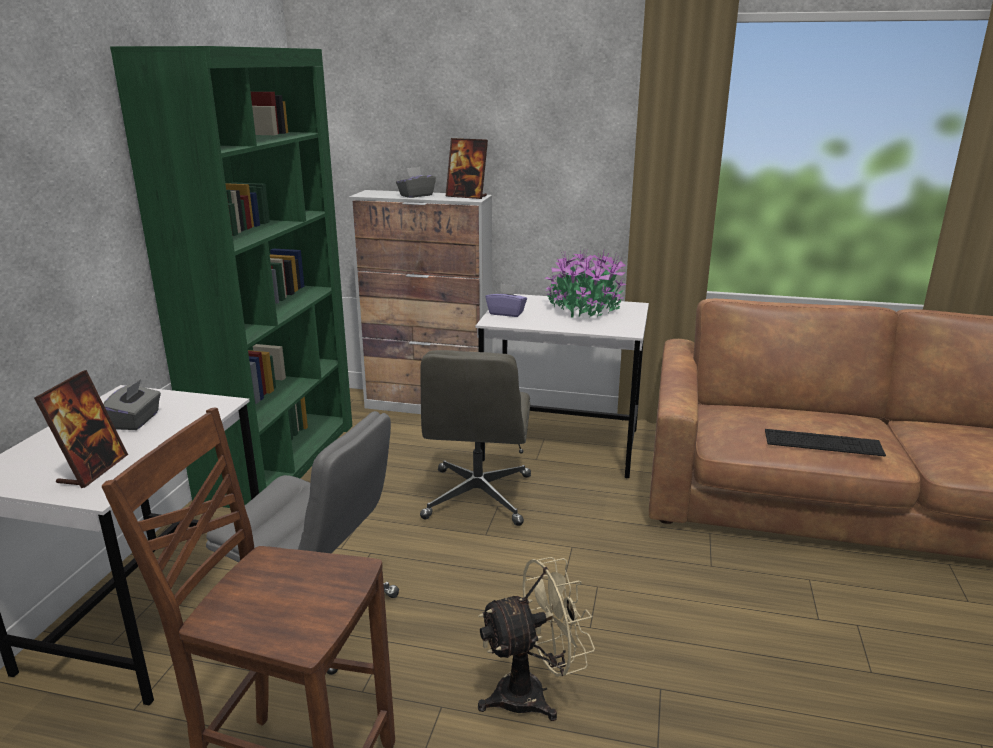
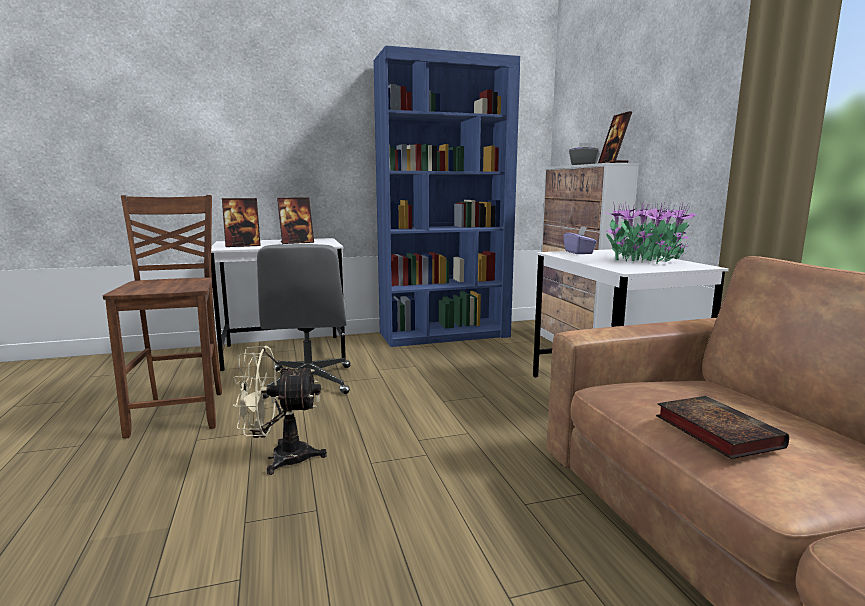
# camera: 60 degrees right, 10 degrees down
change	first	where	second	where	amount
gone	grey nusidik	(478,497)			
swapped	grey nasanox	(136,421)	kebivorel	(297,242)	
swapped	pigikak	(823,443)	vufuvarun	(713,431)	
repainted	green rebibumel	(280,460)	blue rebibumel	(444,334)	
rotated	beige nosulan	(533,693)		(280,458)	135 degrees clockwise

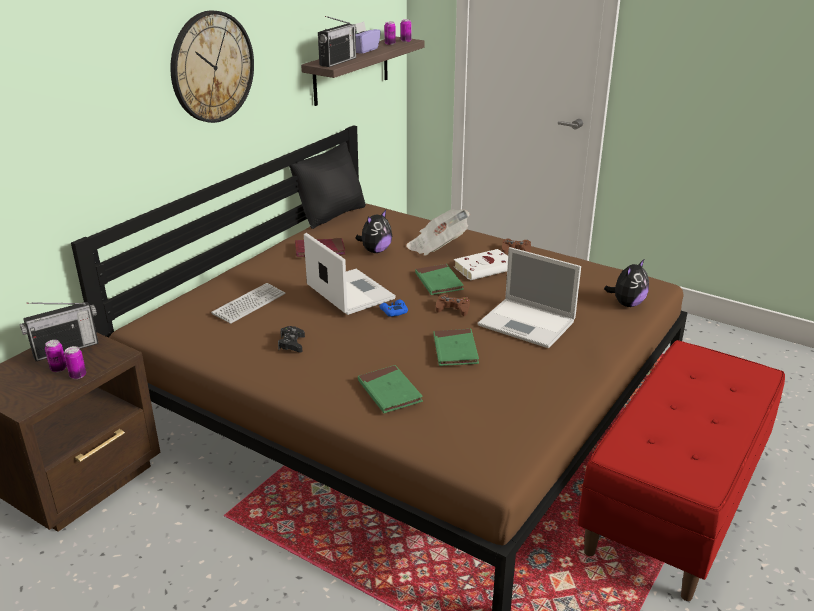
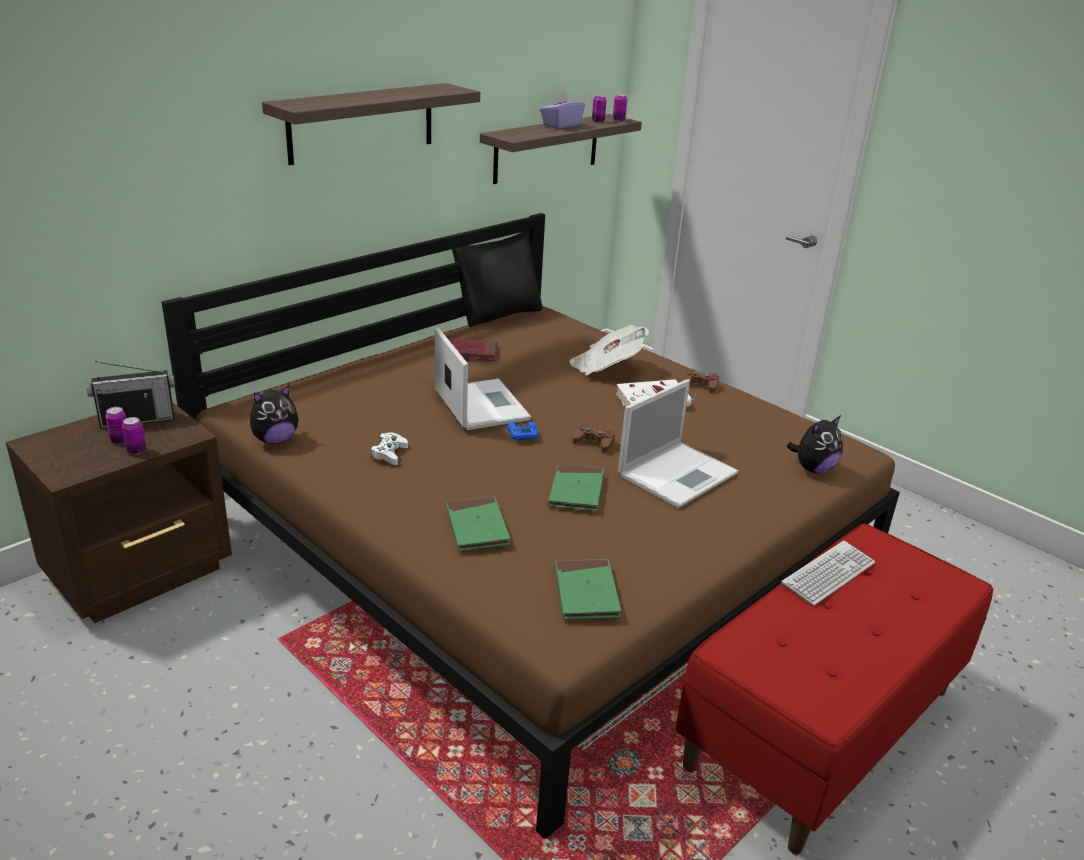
# camera: 10 degrees right, 0 degrees up
change	first	where	second	where	amount
gone	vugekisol	(338,62)			
shifted	pigikak	(249,304)		(828,574)	
shifted	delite	(375,251)		(275,440)	
shifted	green vufuvarun	(438,282)		(586,593)	
swapped	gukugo	(212,67)	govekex	(362,123)	
repainted	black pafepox	(291,344)	white pafepox	(389,453)	
rotated	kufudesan	(528,323)		(678,473)	90 degrees counterclockwise

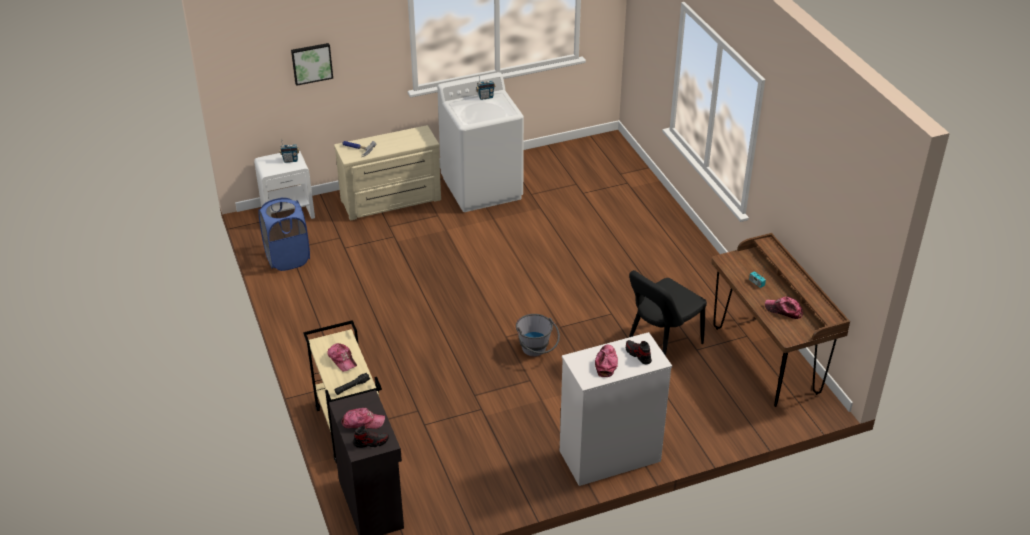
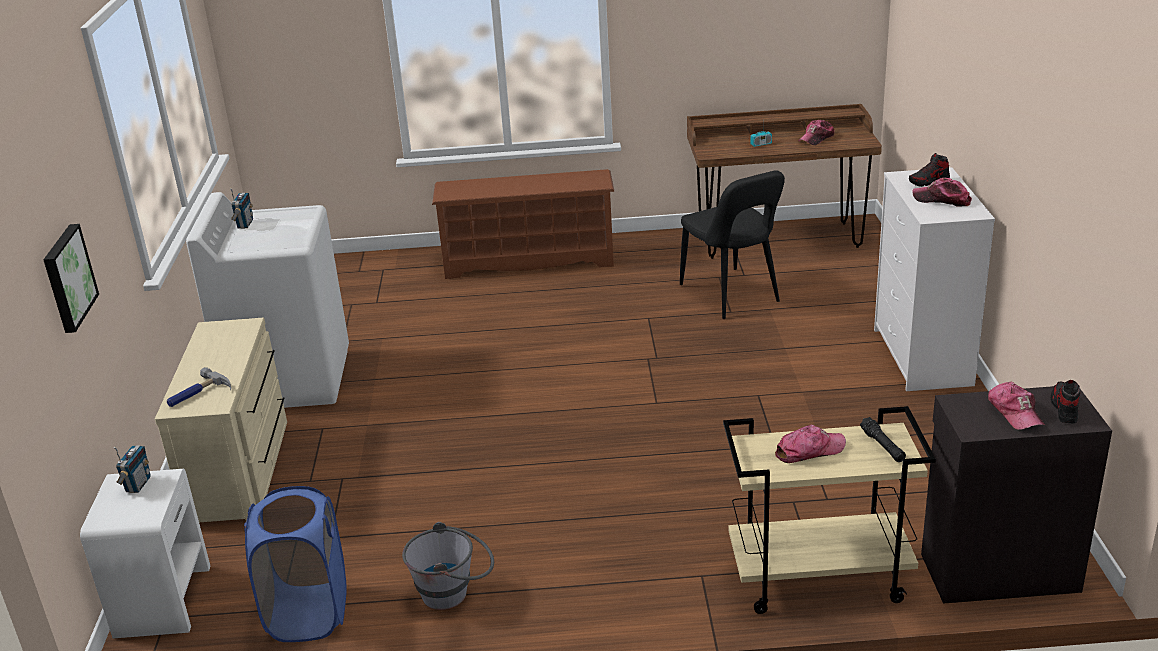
# camera: 70 degrees left, 10 degrees down
change	first	where	second	where	amount
new			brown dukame	(529,261)	
shifted	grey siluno	(536,351)		(454,592)	
rotated	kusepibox	(363,422)		(1015,412)	150 degrees clockwise

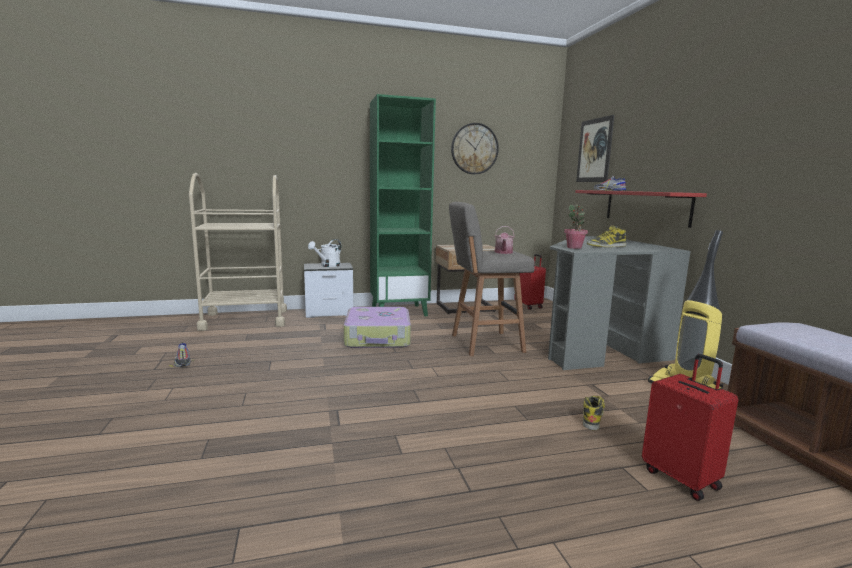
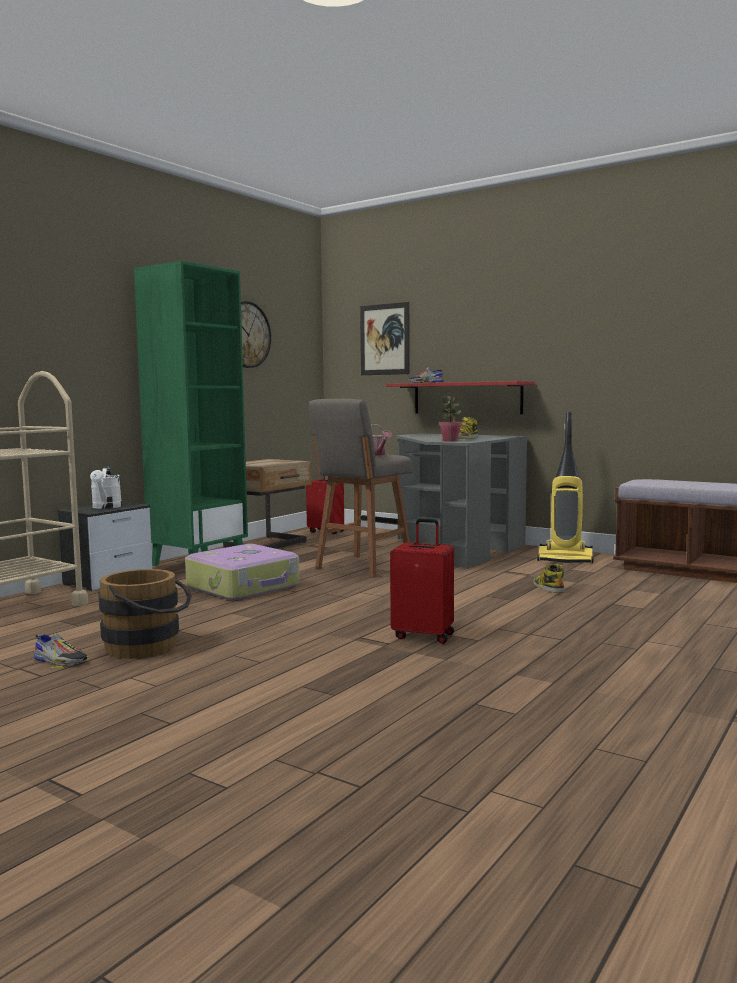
# camera: 40 degrees left, 5 degrees down
change	first	where	second	where	amount
new			brown siluno	(148,647)	
shifted	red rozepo	(681,478)		(424,635)	

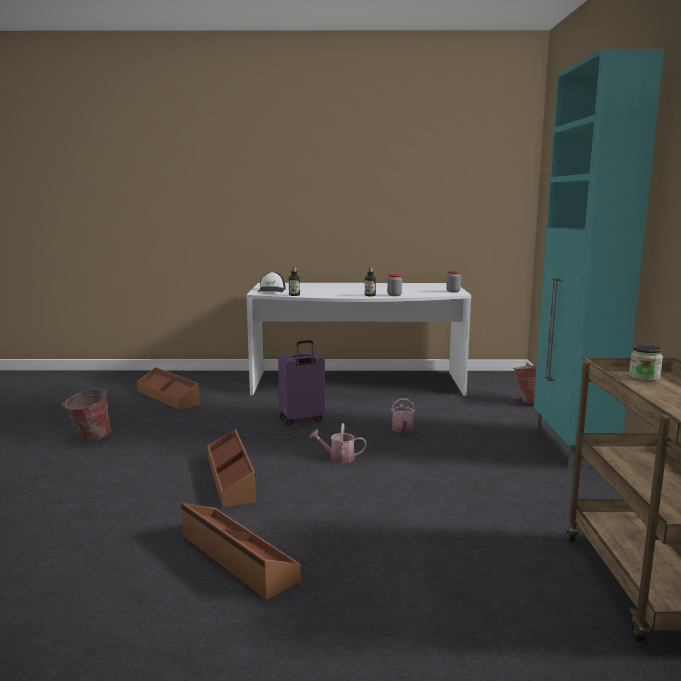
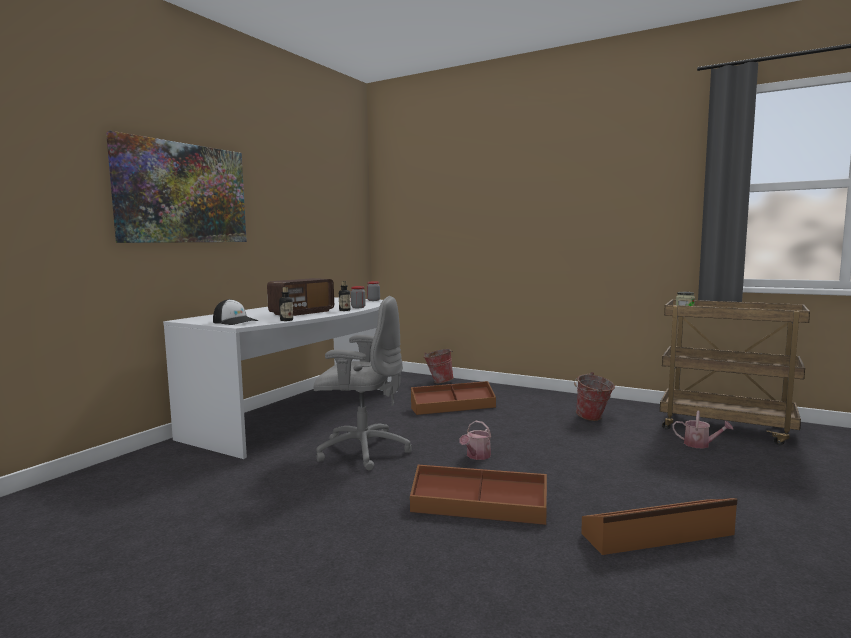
# camera: 60 degrees left, 5 degrees down
change	first	where	second	where	amount
gone	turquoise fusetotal	(572,448)			
new			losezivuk	(183,193)	
new			vugekisol	(302,312)	
shifted	siluno	(89,438)		(592,419)	
shifted	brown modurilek	(168,397)		(453,407)	
shifted	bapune	(403,430)		(700,444)	
swapped	purple rozepo	(301,419)	grey nusidik	(362,451)	

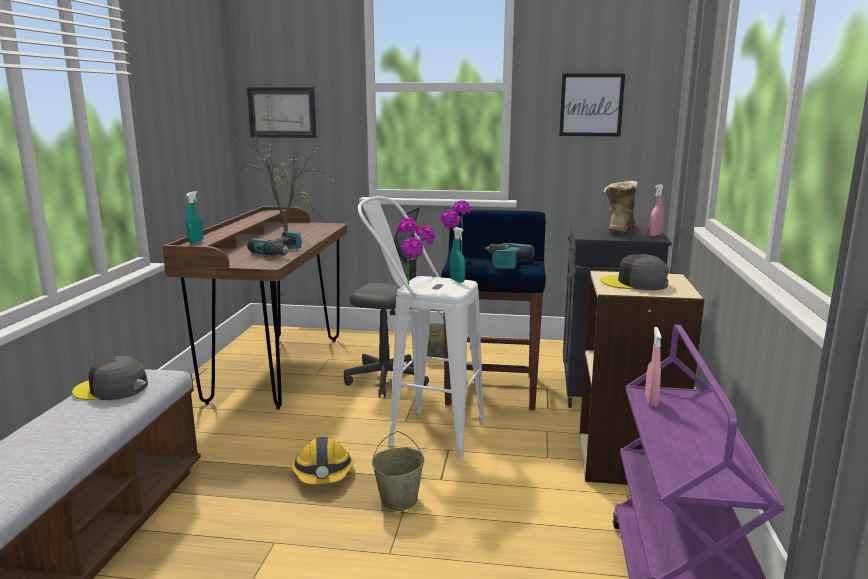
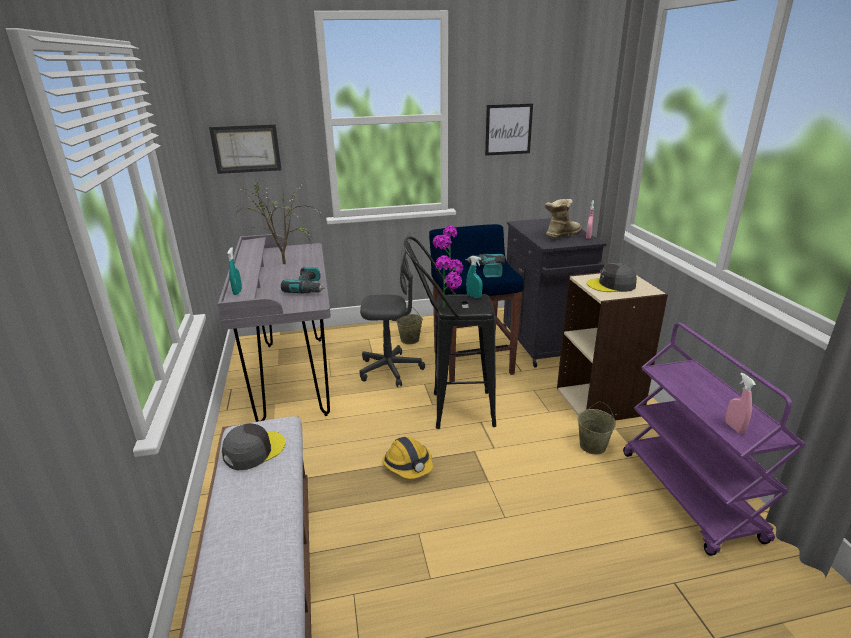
# camera: 20 degrees left, 10 degrees up
change	first	where	second	where	amount
shifted	beige siluno	(399,500)		(592,445)	
shifted	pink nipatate	(651,401)		(734,427)	
repainted	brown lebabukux	(276,369)	grey lebabukux	(293,377)	
repainted	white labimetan	(422,431)	black labimetan	(450,410)	
rotated	grey kusepibox	(111,389)		(254,450)	150 degrees clockwise
rotated	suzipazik	(619,230)		(560,235)	45 degrees clockwise

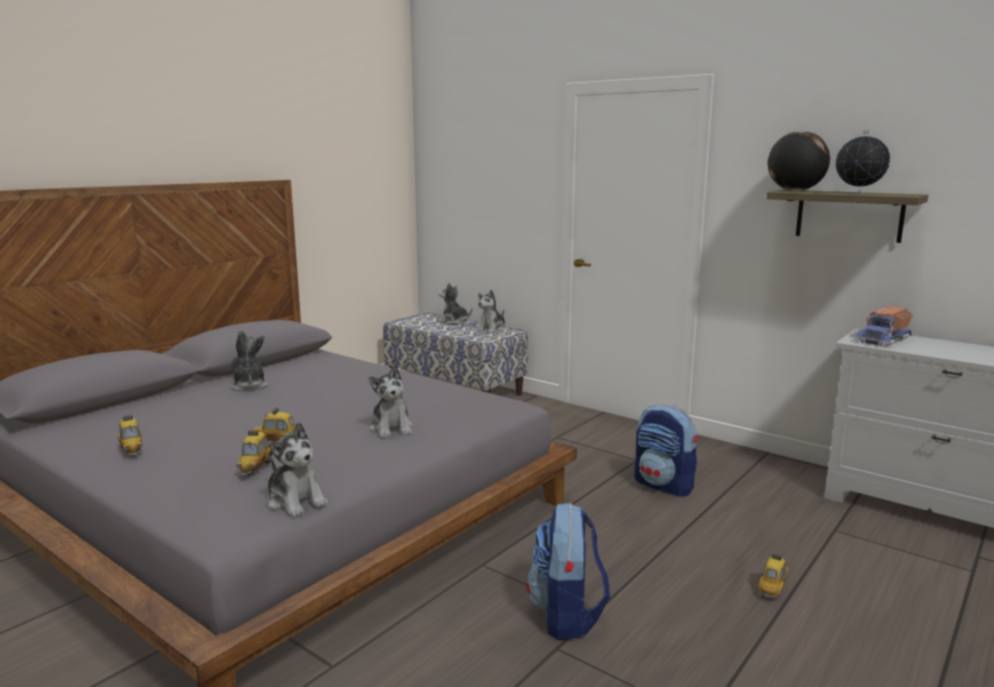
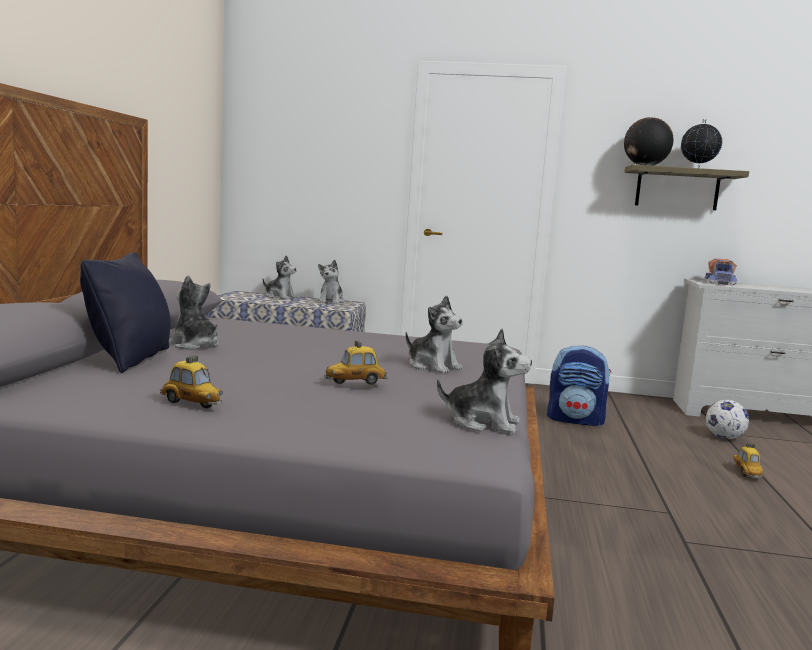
# camera: 30 degrees left, 5 degrees down
change	first	where	second	where	amount
gone	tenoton	(256,467)			
gone	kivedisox	(567,616)			
new			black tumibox	(131,359)	
new			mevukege	(724,438)	
rotated	delite	(454,321)		(280,297)	150 degrees counterclockwise

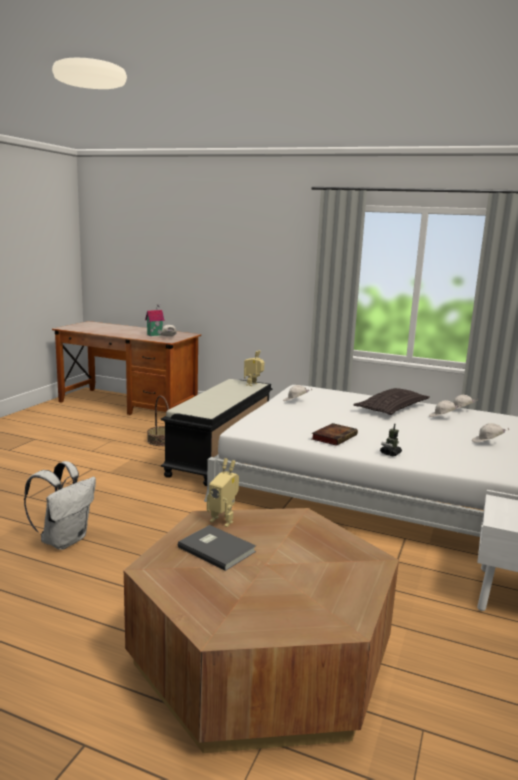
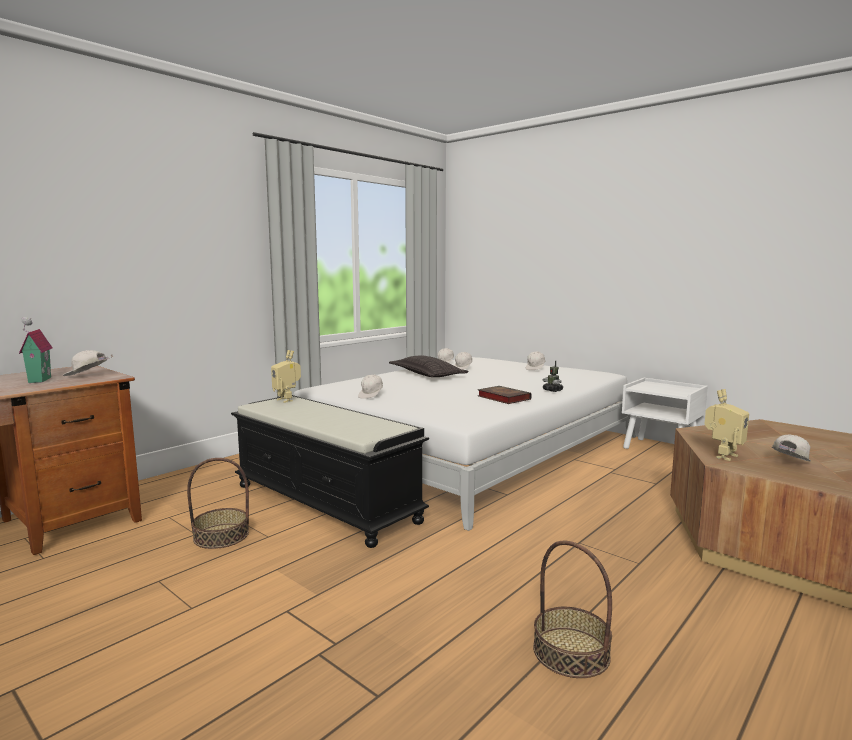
# camera: 70 degrees left, 5 degrees down
change	first	where	second	where	amount
swapped	white kivedisox	(64,540)	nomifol	(571,652)	
swapped	grey vufuvarun	(217,548)	white kusepibox	(789,463)	

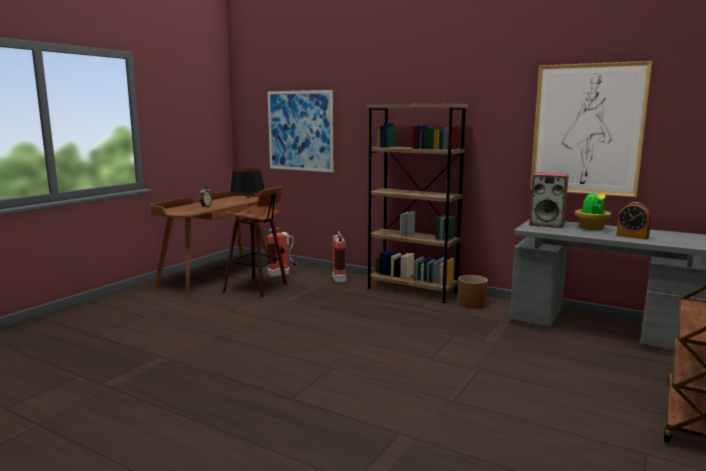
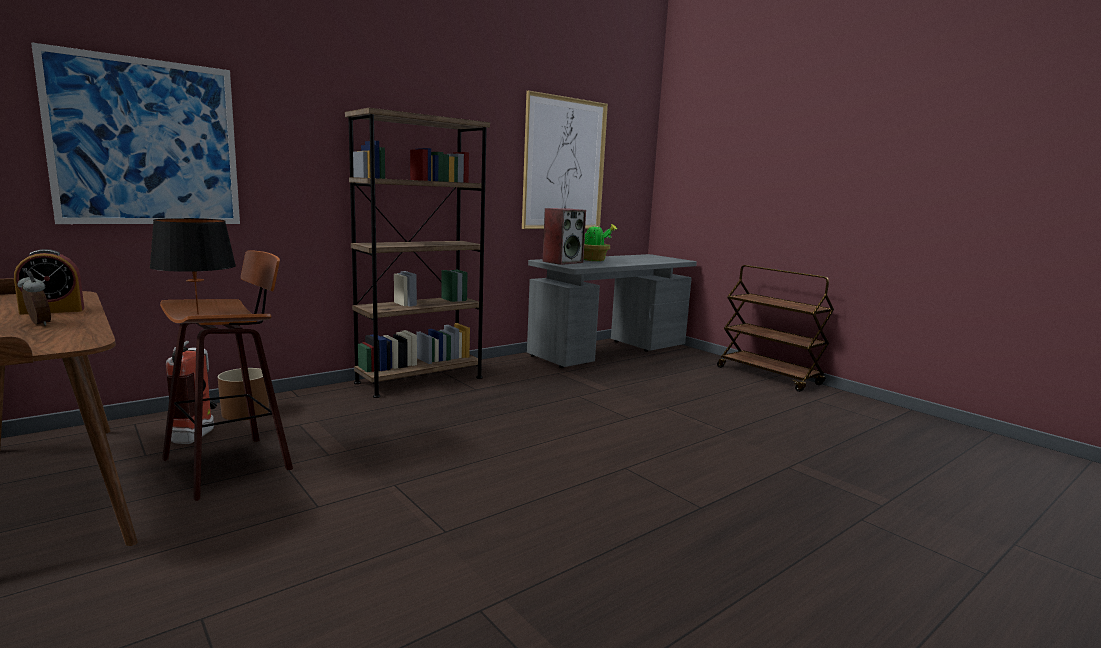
# camera: 70 degrees left, 0 degrees up
change	first	where	second	where	amount
gone	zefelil	(338,279)			
shifted	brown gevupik	(471,304)		(246,412)	
shifted	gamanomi	(632,236)		(52,310)	

